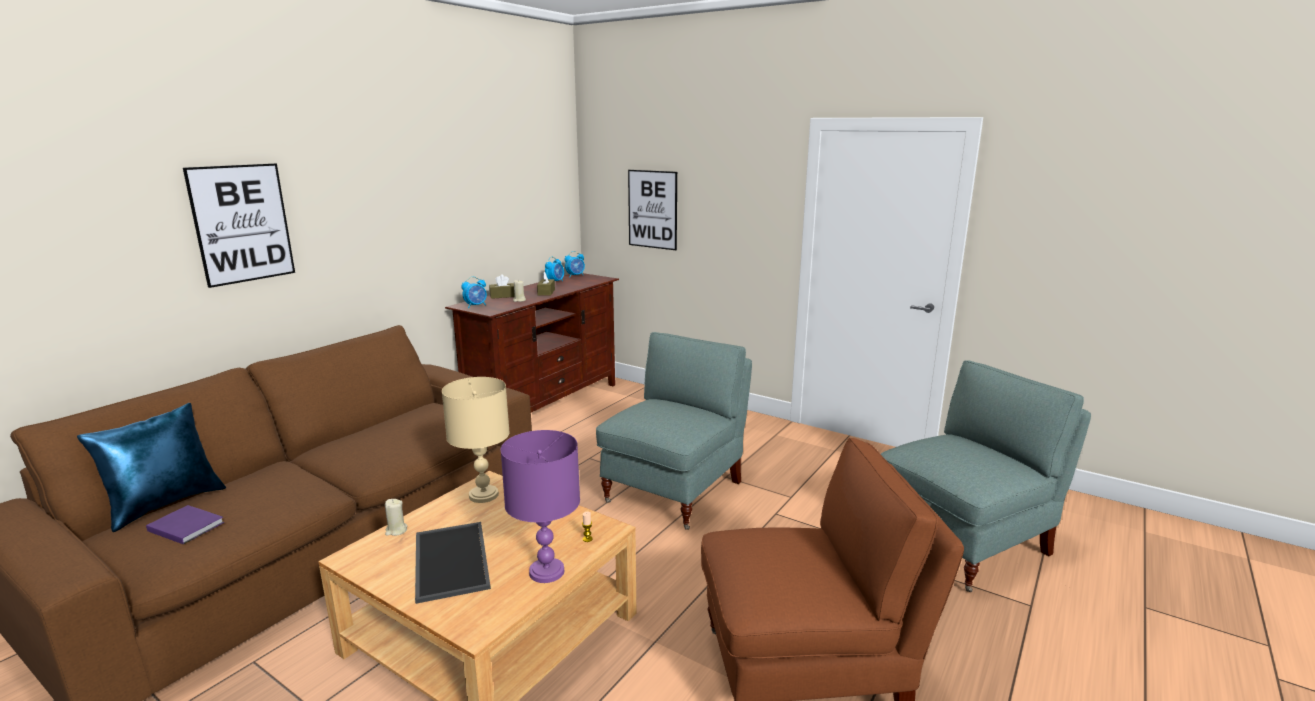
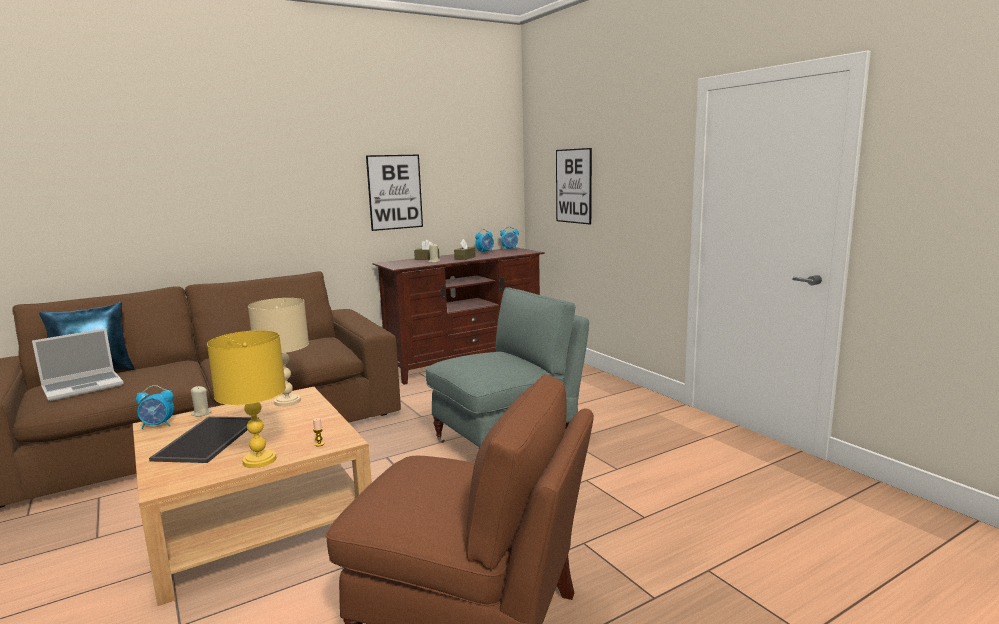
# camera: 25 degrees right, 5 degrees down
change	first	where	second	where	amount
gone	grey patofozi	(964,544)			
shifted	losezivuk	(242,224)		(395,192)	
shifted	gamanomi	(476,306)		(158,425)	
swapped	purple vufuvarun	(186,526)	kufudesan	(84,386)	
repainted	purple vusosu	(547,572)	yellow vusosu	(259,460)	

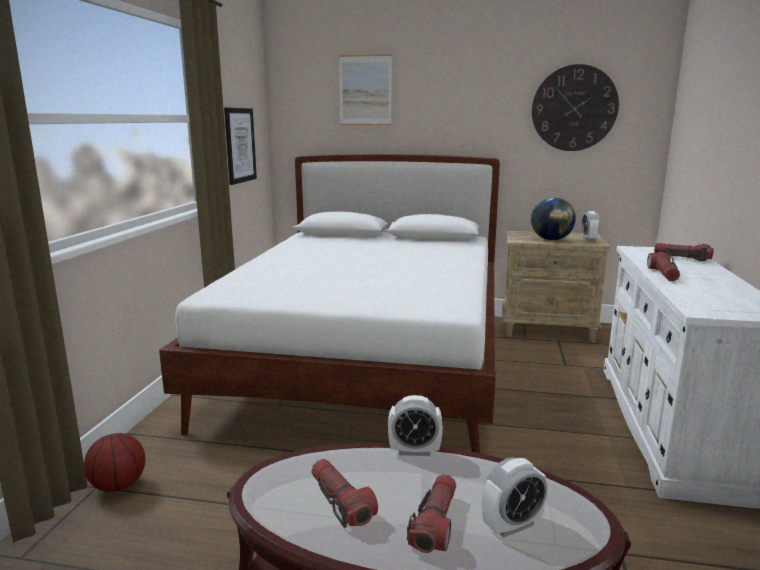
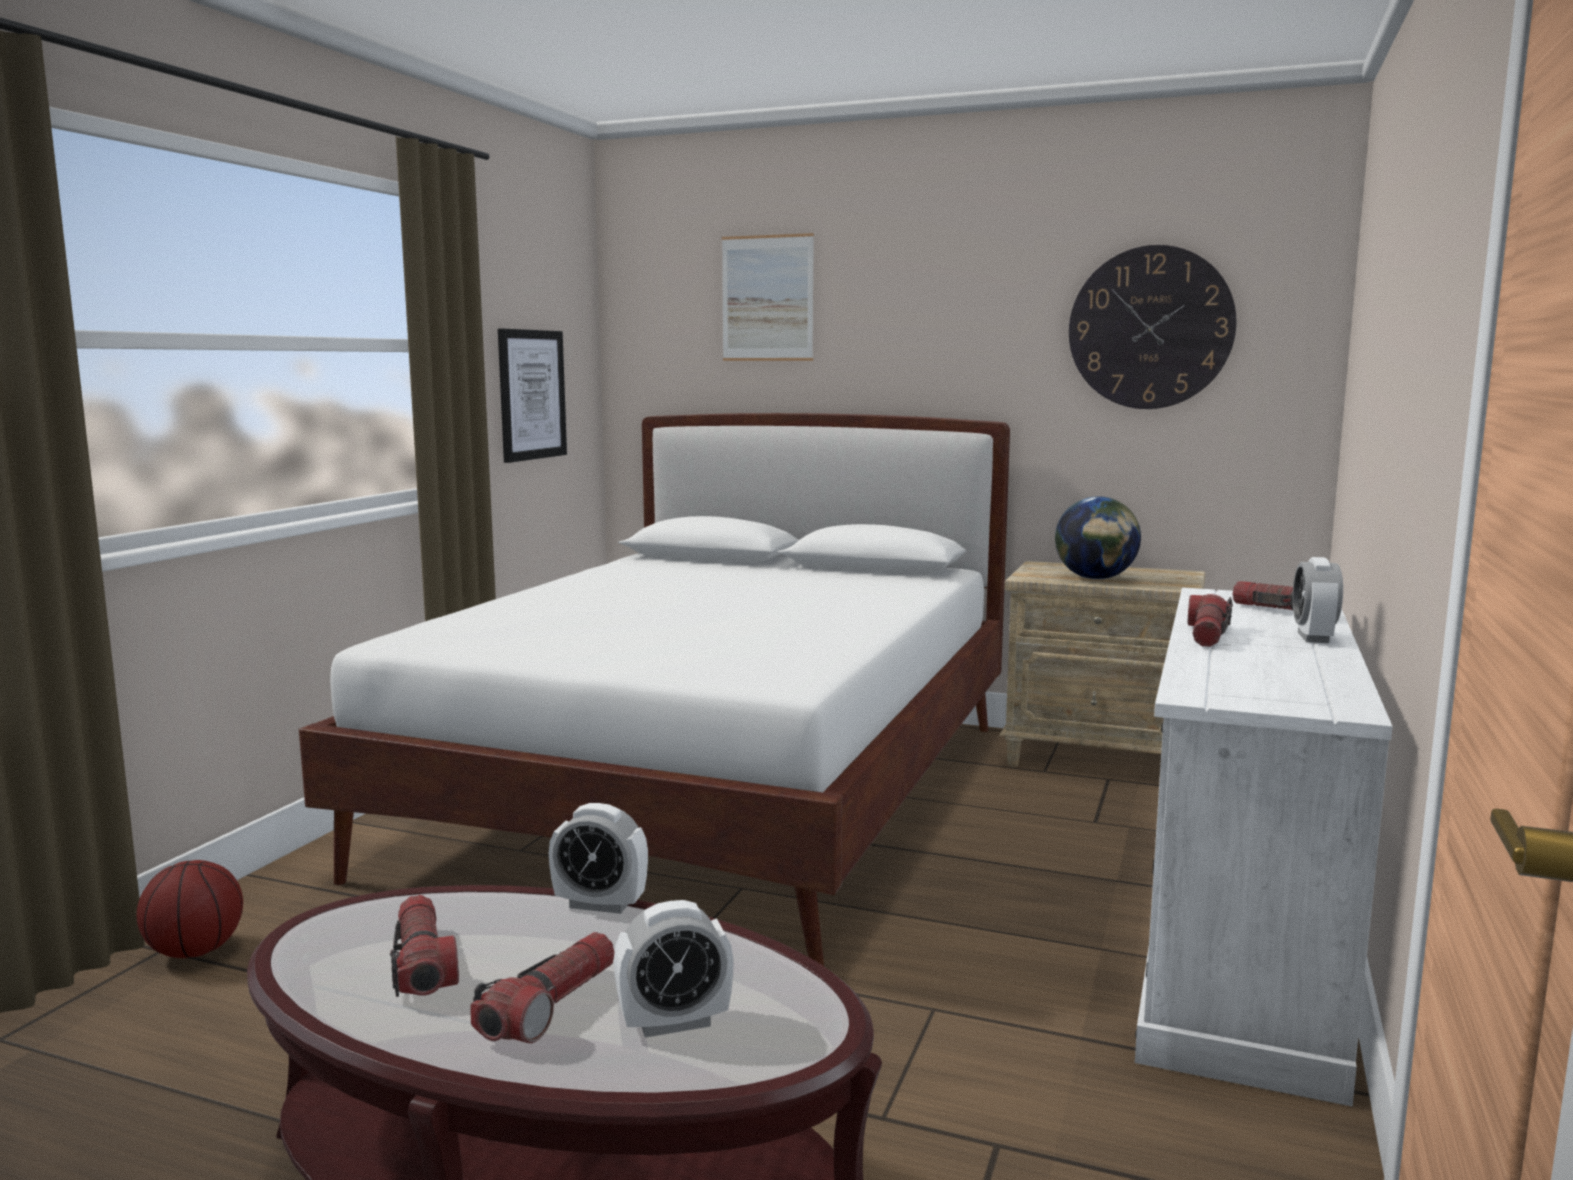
# camera: 10 degrees right, 5 degrees down
change	first	where	second	where	amount
shifted	gamanomi	(589,239)		(1313,637)	

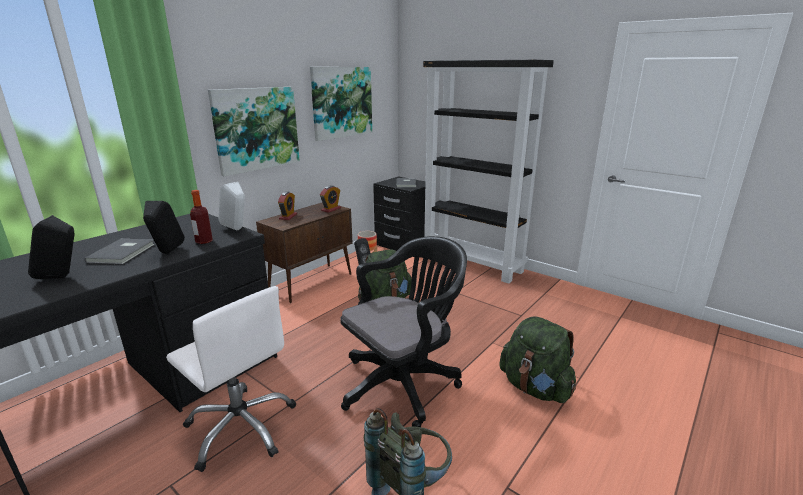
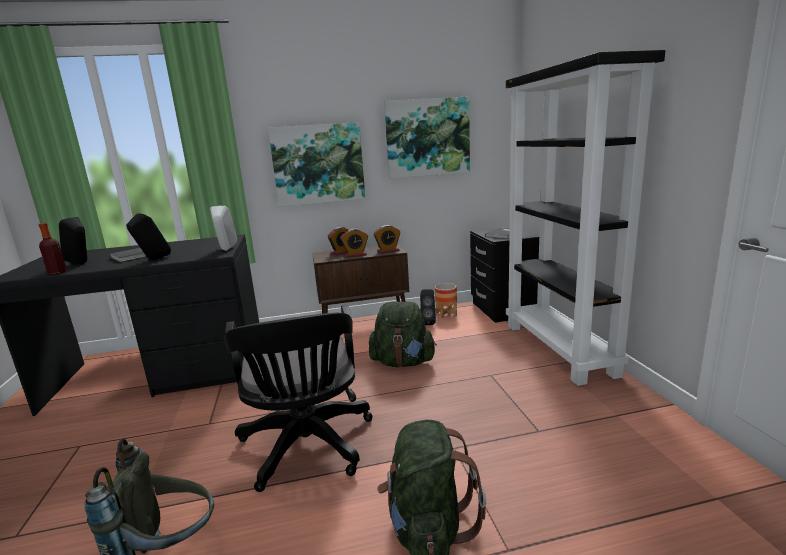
# camera: 40 degrees right, 5 degrees down
change	first	where	second	where	amount
gone	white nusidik	(241,427)			
new			gamanomi	(355,255)	
shifted	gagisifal	(204,241)		(57,272)	
rotated	black nusidik	(404,383)		(307,448)	75 degrees clockwise

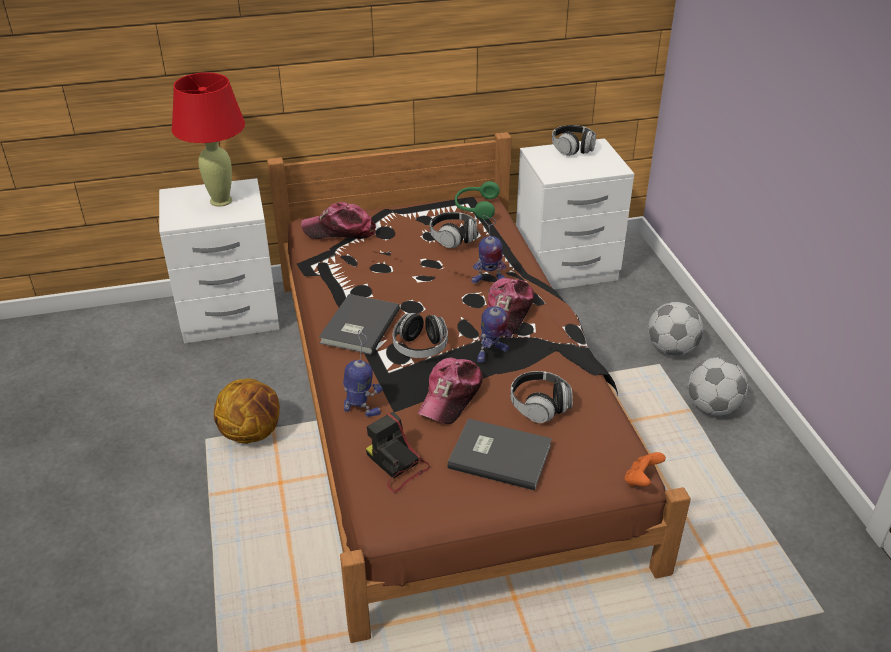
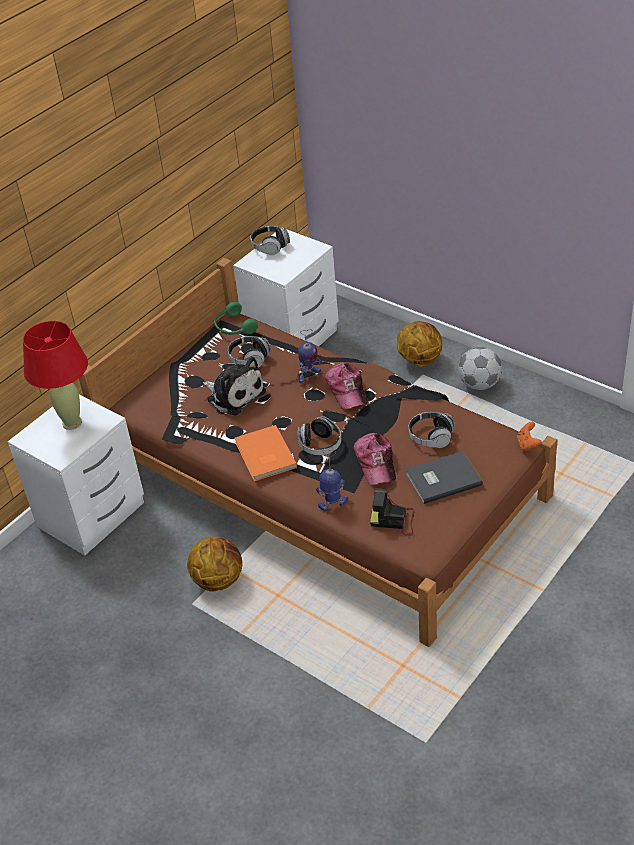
# camera: 35 degrees left, 5 degrees up
change	first	where	second	where	amount
gone	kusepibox	(340,231)			
gone	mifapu	(491,353)			
new			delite	(234,394)	
swapped	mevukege	(671,349)	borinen	(419,360)	
repainted	grey vufuvarun	(357,326)	orange vufuvarun	(264,456)	

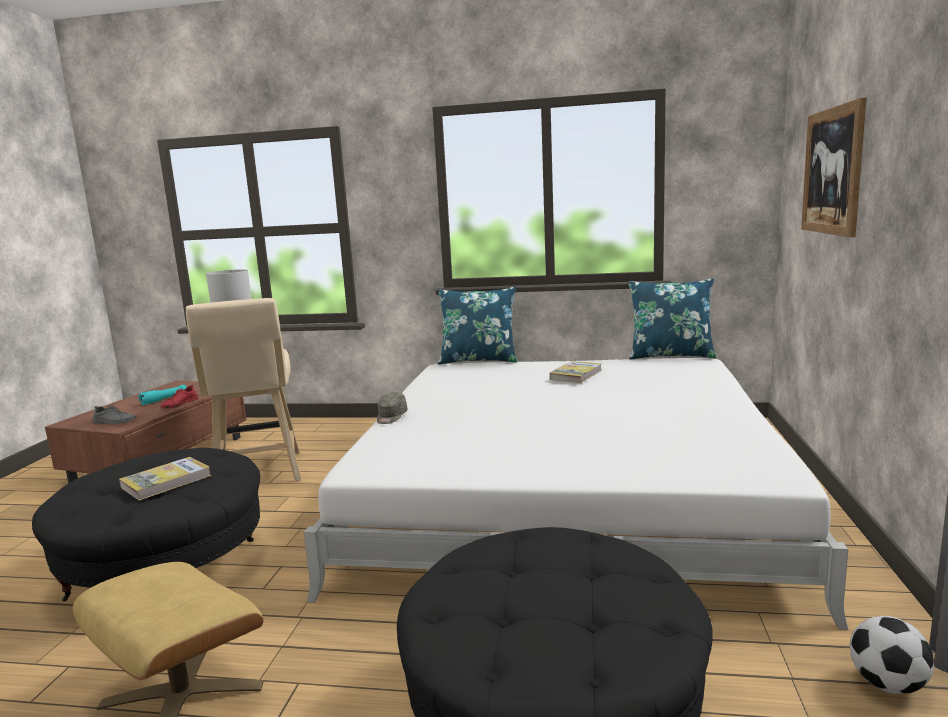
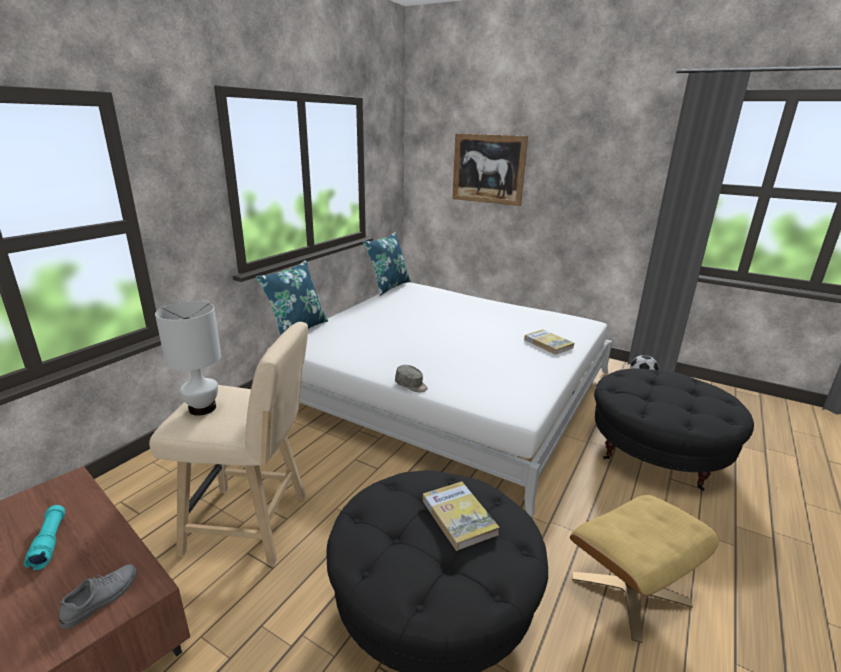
# camera: 70 degrees left, 10 degrees up
change	first	where	second	where	amount
gone	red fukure	(179,404)			
shifted	vufuvarun	(576,375)		(548,344)	

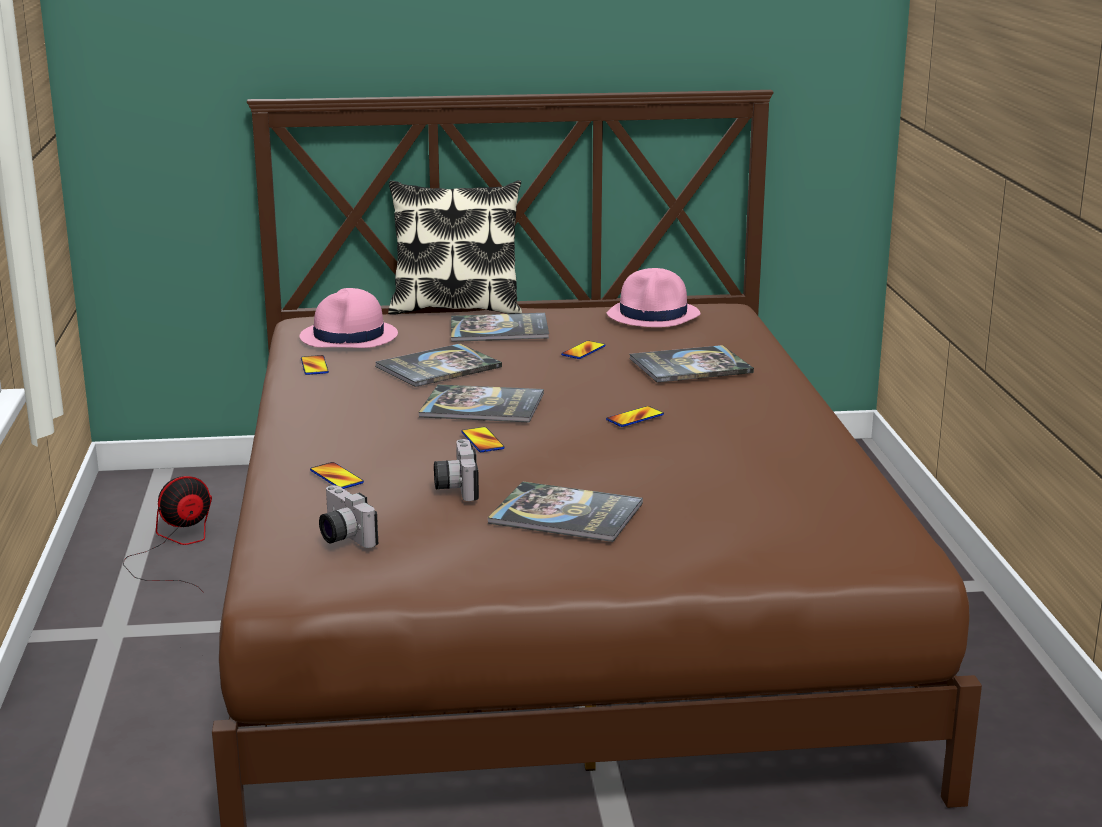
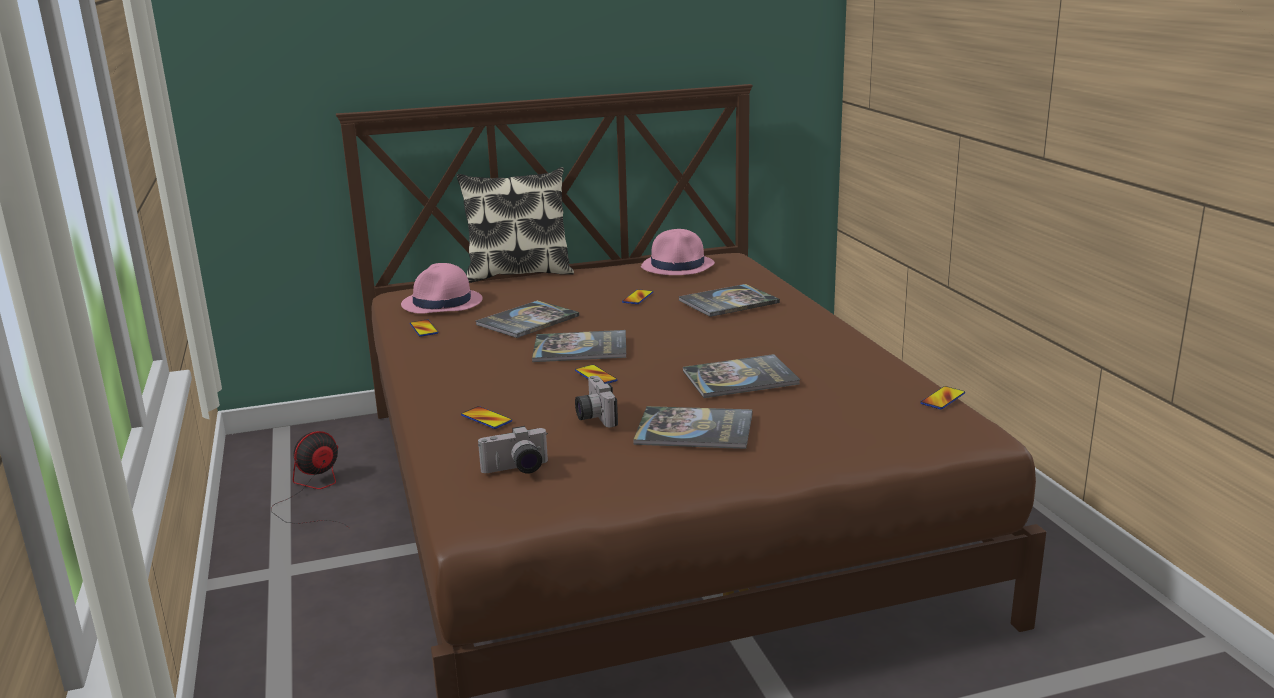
# camera: 10 degrees left, 0 degrees up
change	first	where	second	where	amount
shifted	vufuvarun	(499,329)		(740,378)	
shifted	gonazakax	(635,418)		(943,399)	
rotated	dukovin	(341,536)		(517,469)	60 degrees counterclockwise

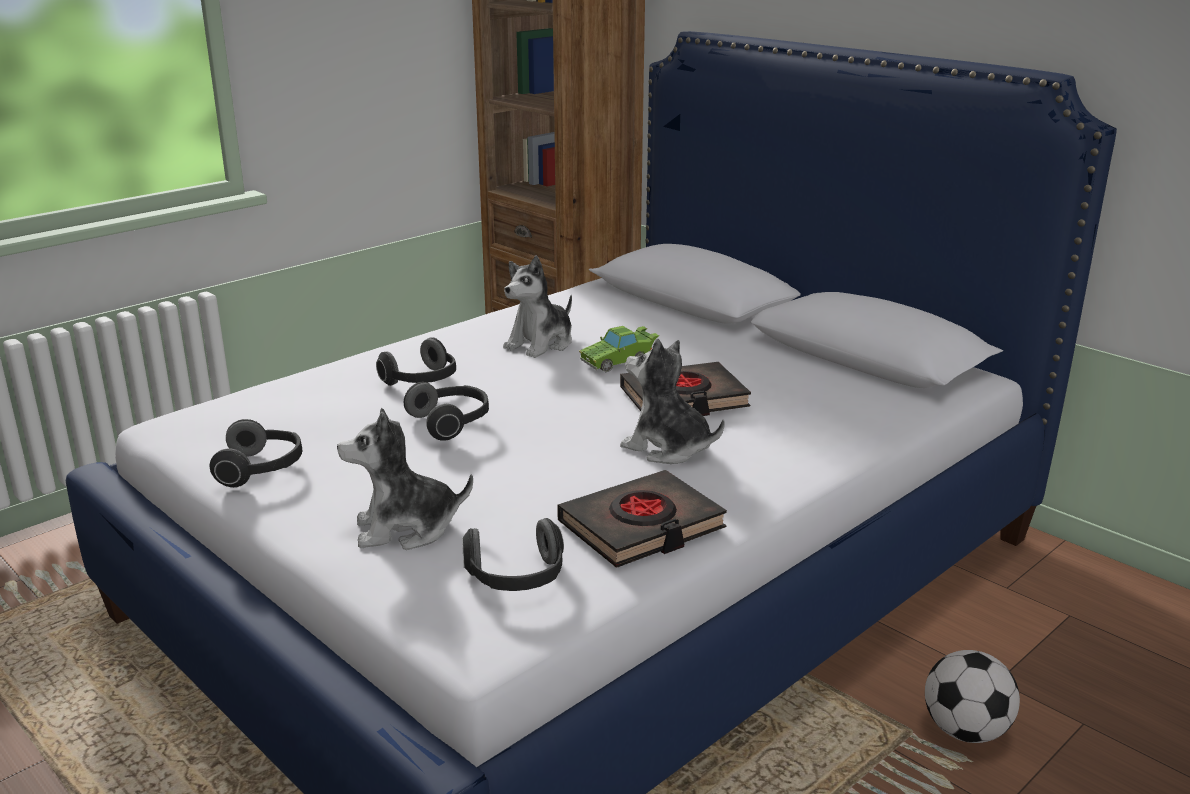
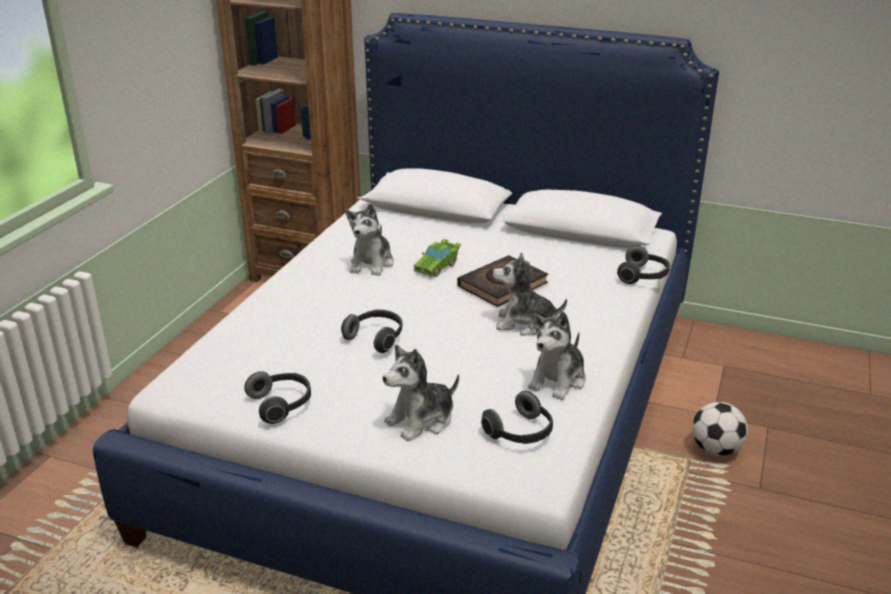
# camera: 25 degrees left, 5 degrees up
change	first	where	second	where	amount
shifted	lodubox	(422,381)		(643,276)	
swapped	black vufuvarun	(641,527)	delite	(558,380)	

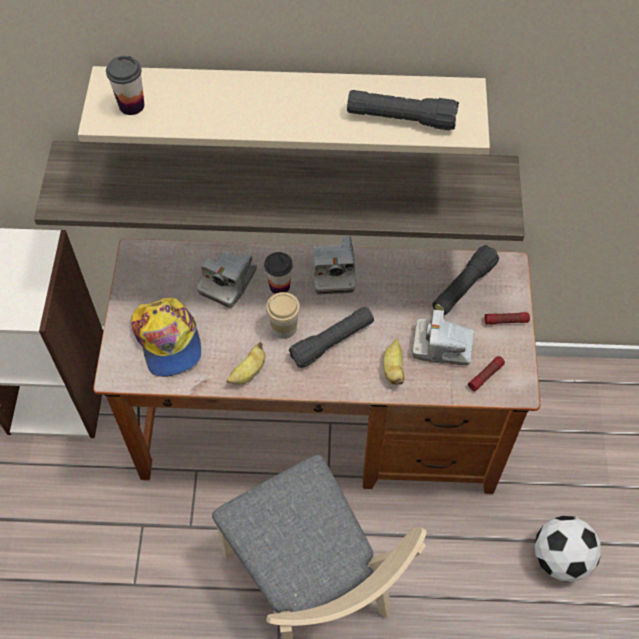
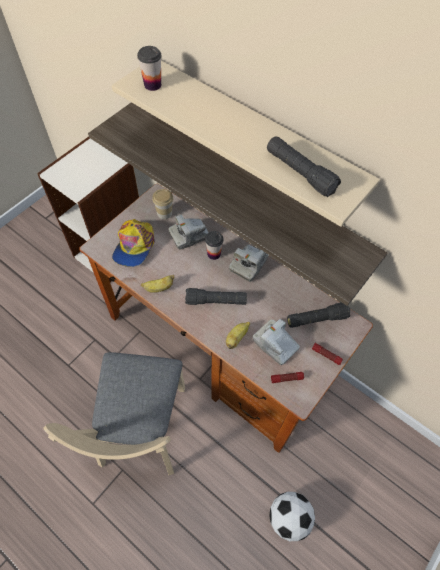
# camera: 35 degrees right, 0 degrees up
change	first	where	second	where	amount
shifted	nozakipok	(284,327)		(164,213)	

